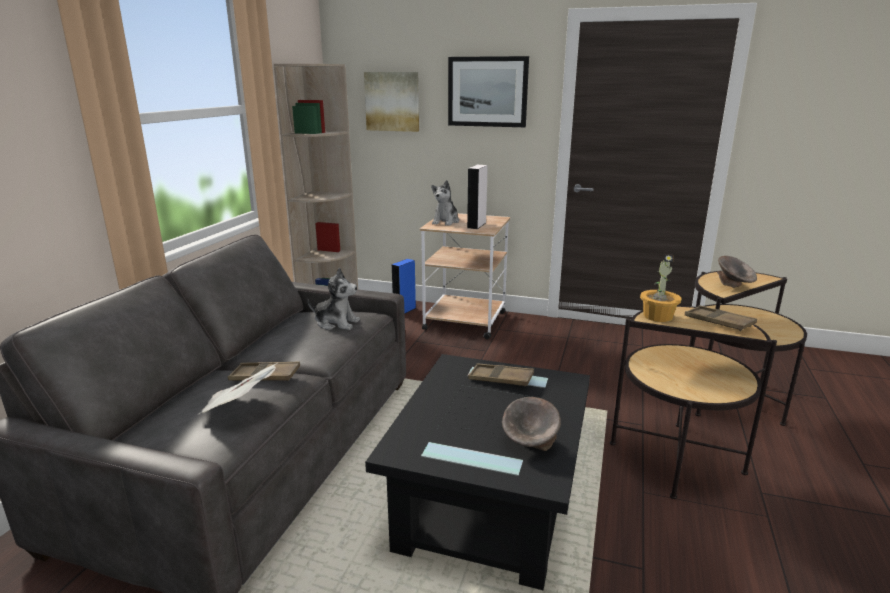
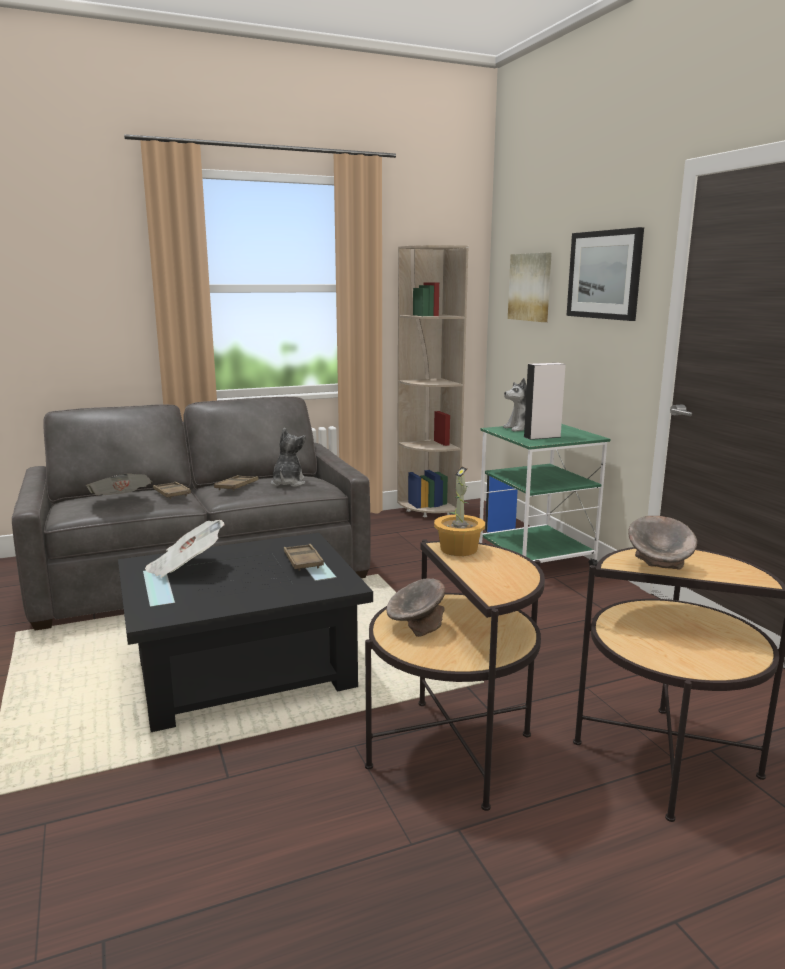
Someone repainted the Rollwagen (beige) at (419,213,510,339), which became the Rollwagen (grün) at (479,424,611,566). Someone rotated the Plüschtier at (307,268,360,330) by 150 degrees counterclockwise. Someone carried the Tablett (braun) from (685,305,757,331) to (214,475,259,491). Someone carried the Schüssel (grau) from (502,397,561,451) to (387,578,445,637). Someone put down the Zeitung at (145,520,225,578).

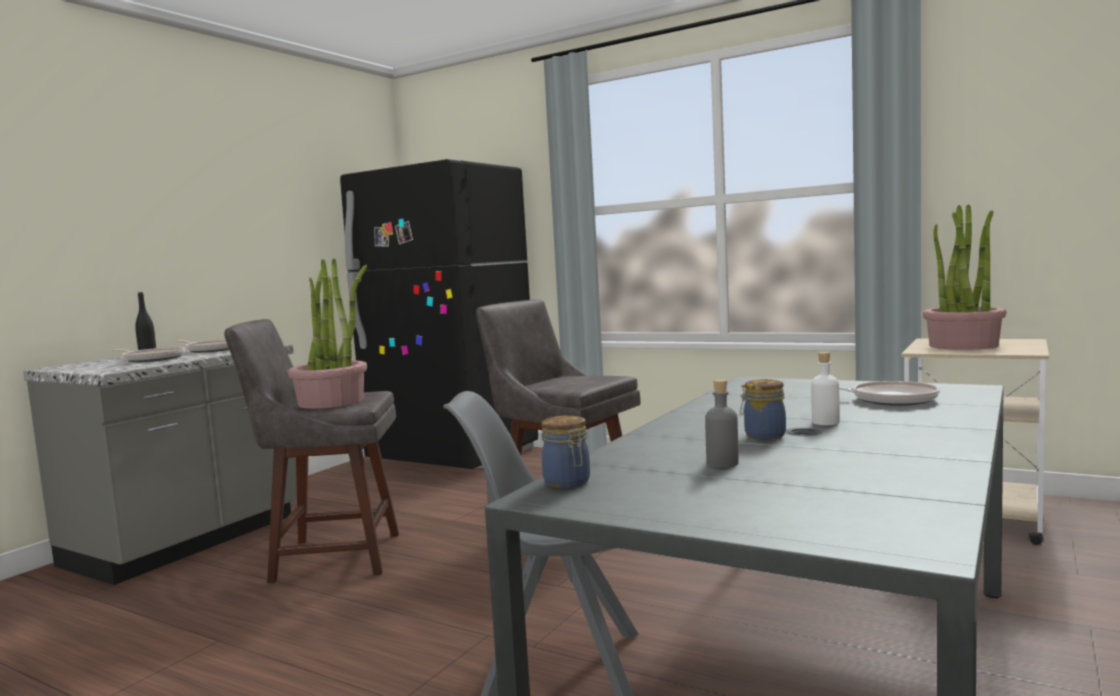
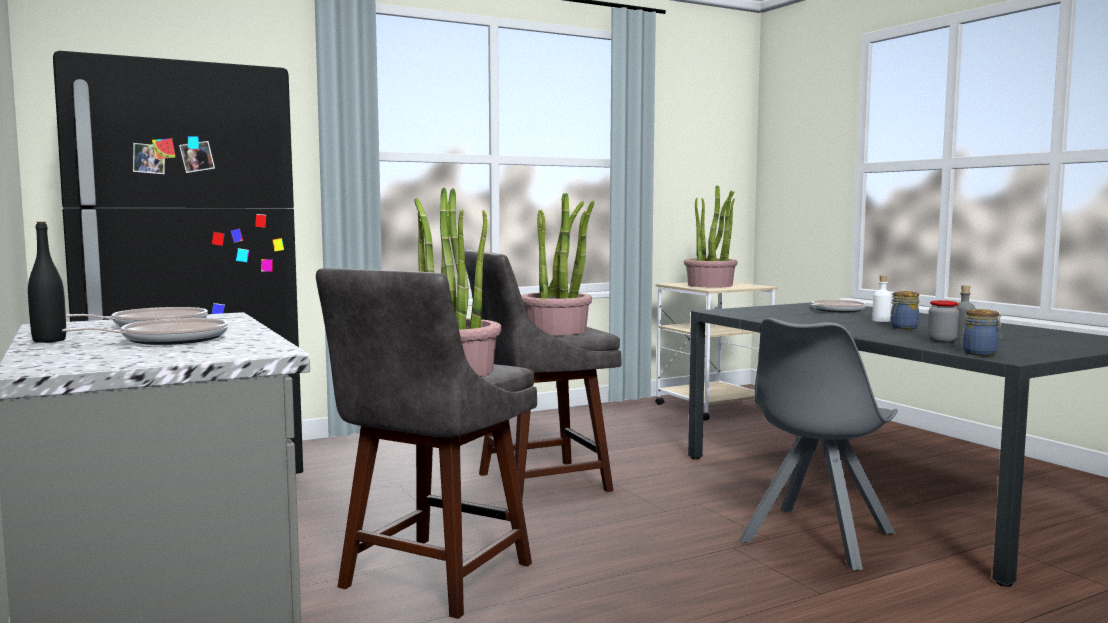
Someone put down the Topfpflanze at (521,193,594,335). Someone put down the Vorratsglas at (928,300,959,343).

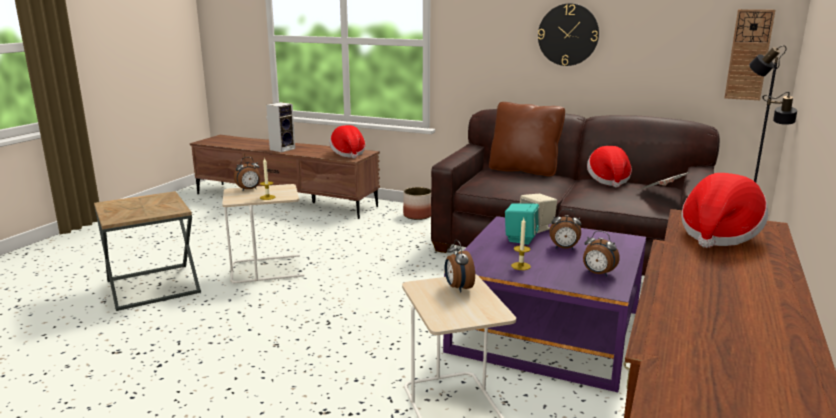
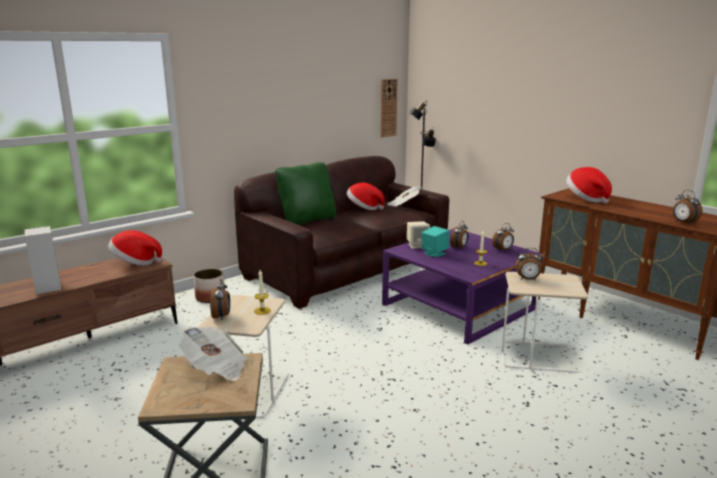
Someone took away the Wanduhr at (538,3,599,66). Someone repainted the Kissen (braun) at (489,102,565,176), which became the Kissen (grün) at (275,162,336,225). Someone put down the Wecker at (673,190,703,225). Someone put down the Zeitung at (179,327,248,381).

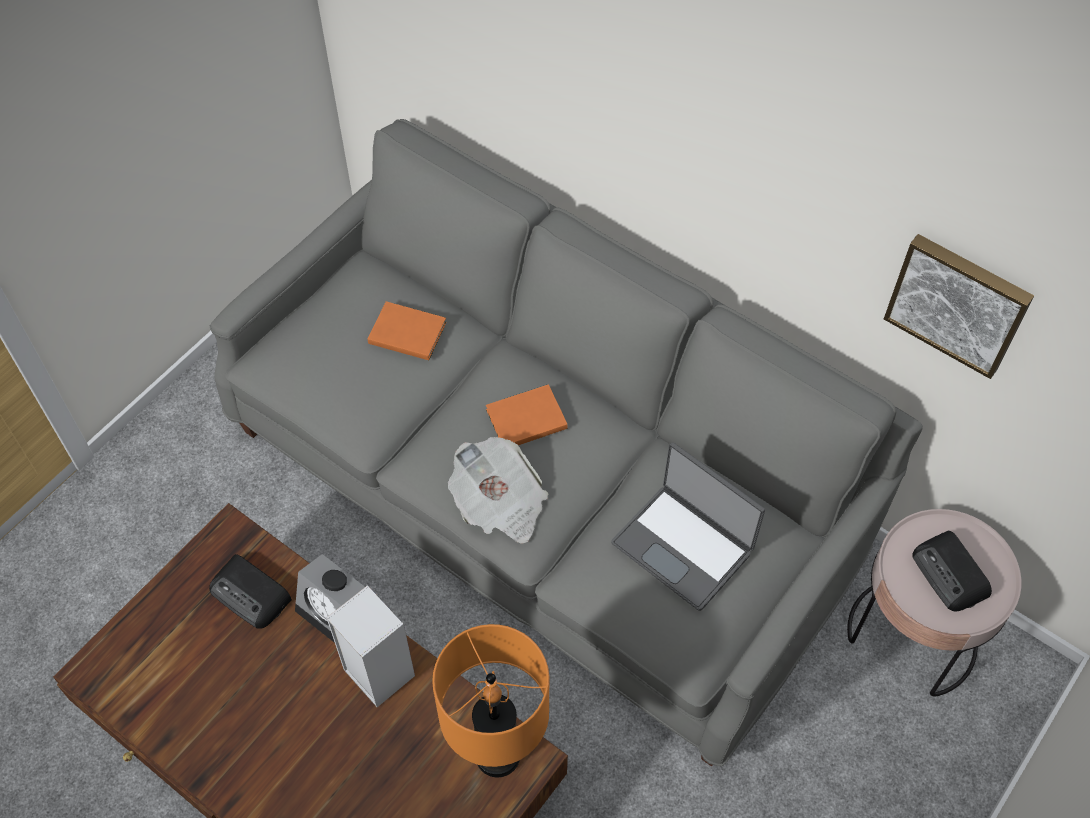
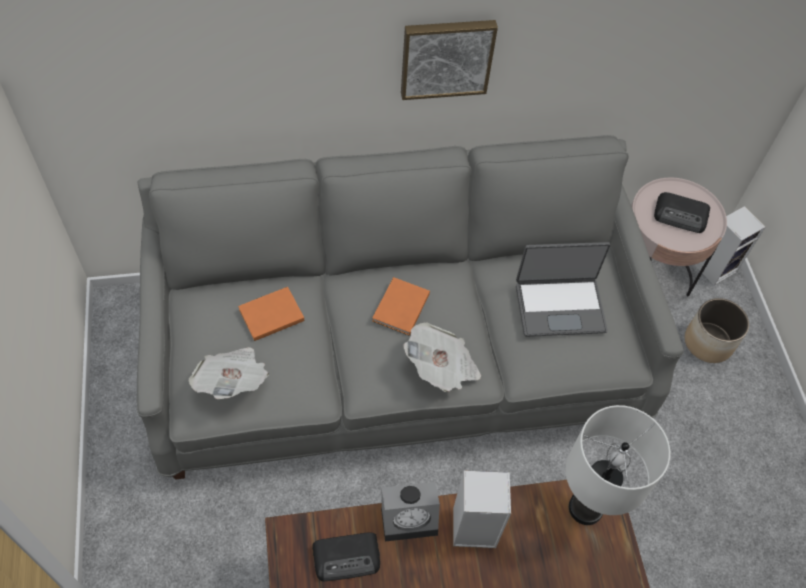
Someone carried the Bild from (884,234,1034,379) to (401,20,498,100). Someone repainted the Tischlampe (orange) at (432,624,549,777), which became the Tischlampe (weiß) at (566,405,670,525). Someone put down the Lautsprecher at (695,206,766,285). Someone put down the Pflanzkübel at (685,298,749,363). Someone put down the Zeitung at (189,347,269,399).

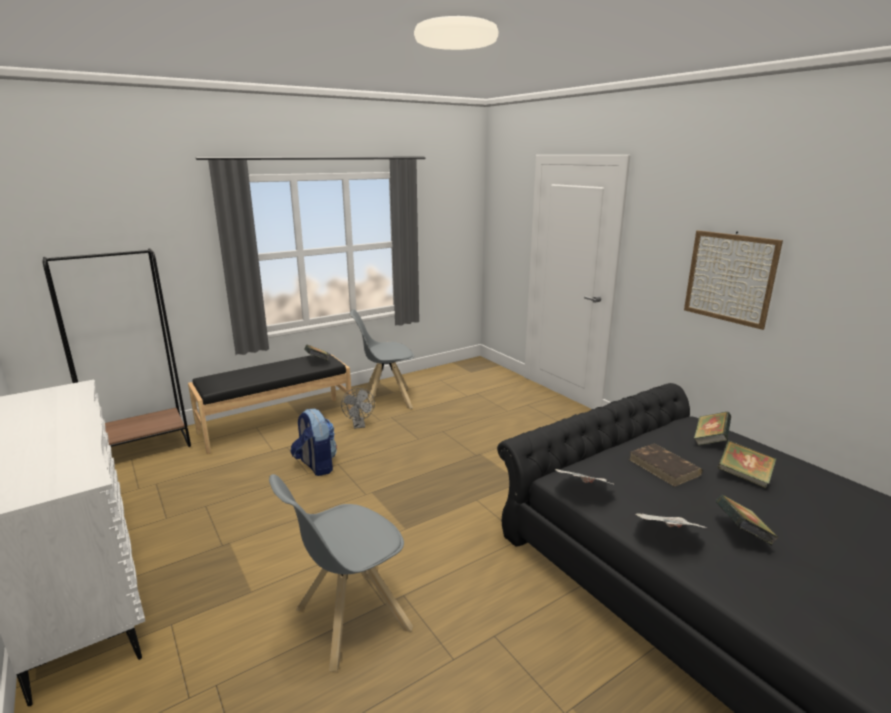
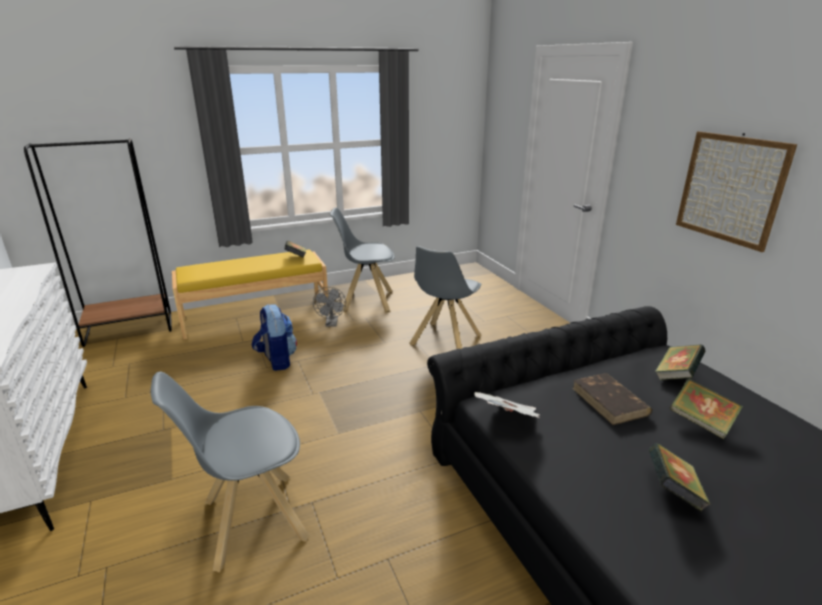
Someone repainted the Bank (schwarz) at (188,352,352,454), which became the Bank (gelb) at (172,249,328,340). Someone took away the Zeitung at (636,513,707,528). Someone put down the Stuhl (grau) at (409,246,482,349).

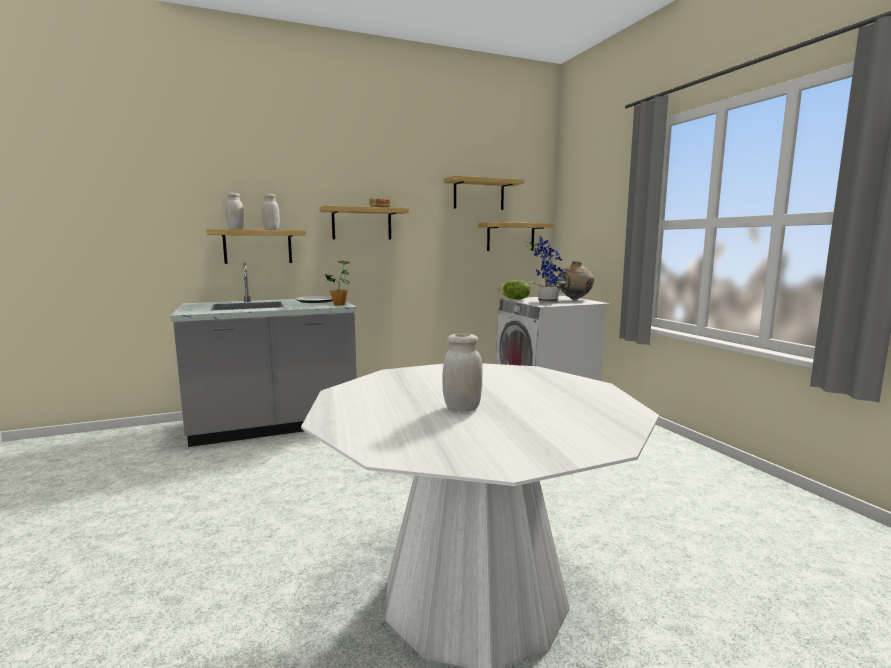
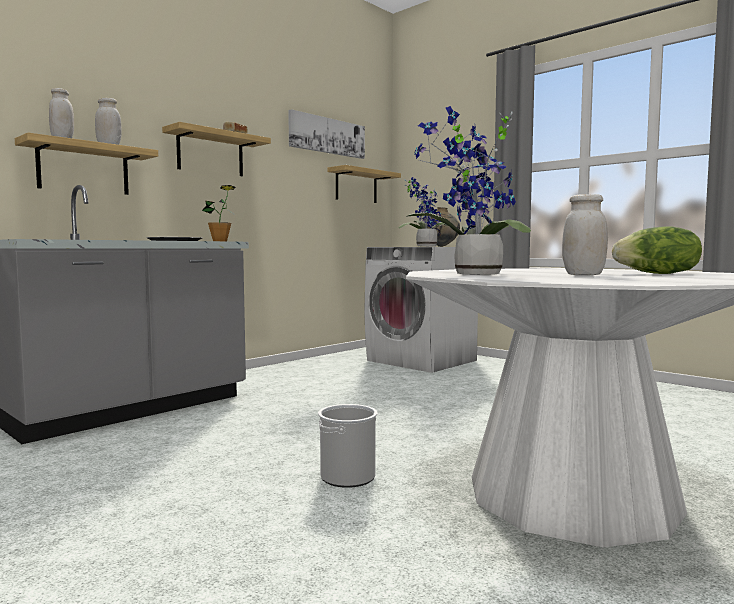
Someone swapped the Wandregal at (444,176,525,210) for the Bild at (288,109,365,159). Someone carried the Salatkopf from (499,280,530,299) to (612,226,702,274). Someone put down the Topfpflanze at (406,106,531,275). Someone put down the Eimer at (318,404,377,488).

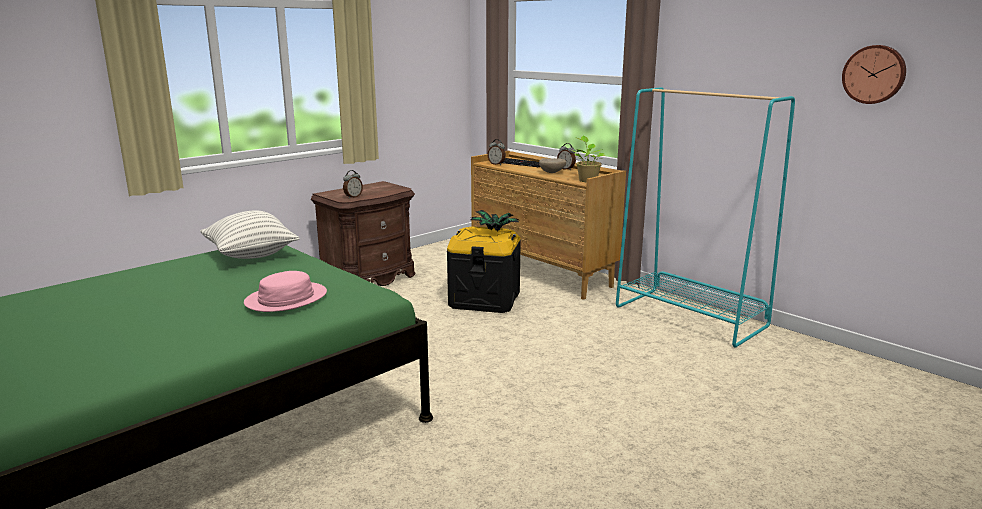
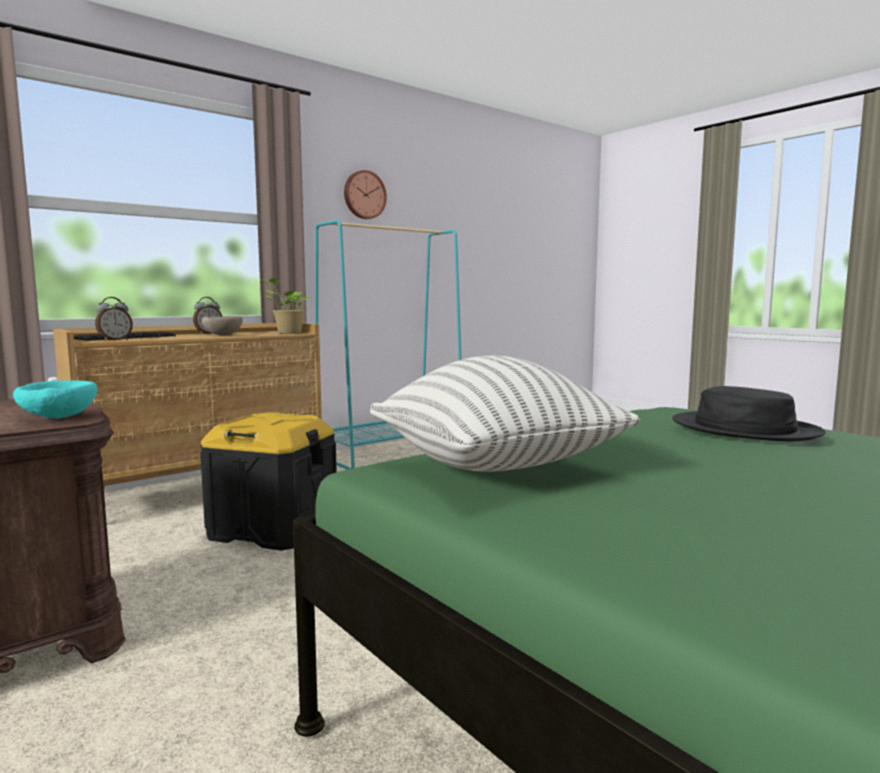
Someone carried the Wanduhr from (842,45,906,104) to (344,170,387,219). Someone swapped the Wecker at (343,170,363,199) for the Schüssel (türkis) at (13,380,98,419). Someone took away the Topfpflanze at (470,210,519,231). Someone repainted the Hut (rosa) at (244,271,327,312), which became the Hut (schwarz) at (672,386,826,441).

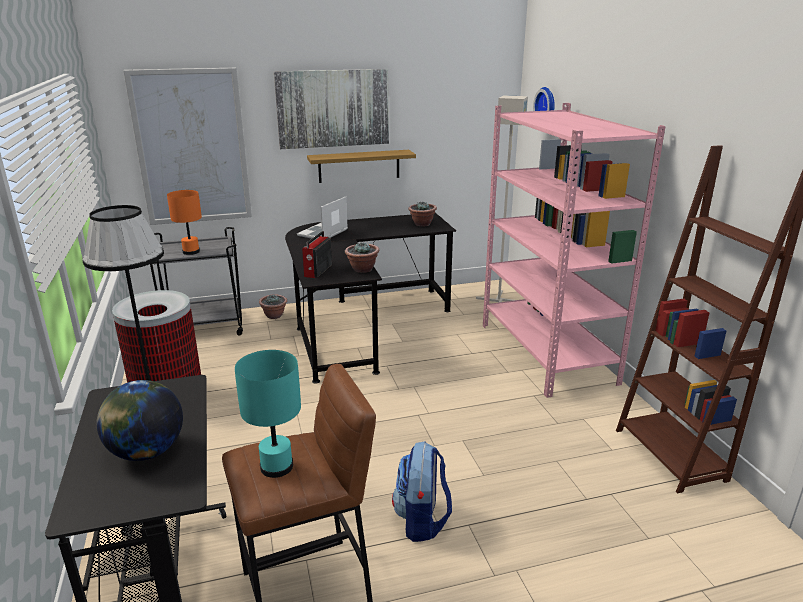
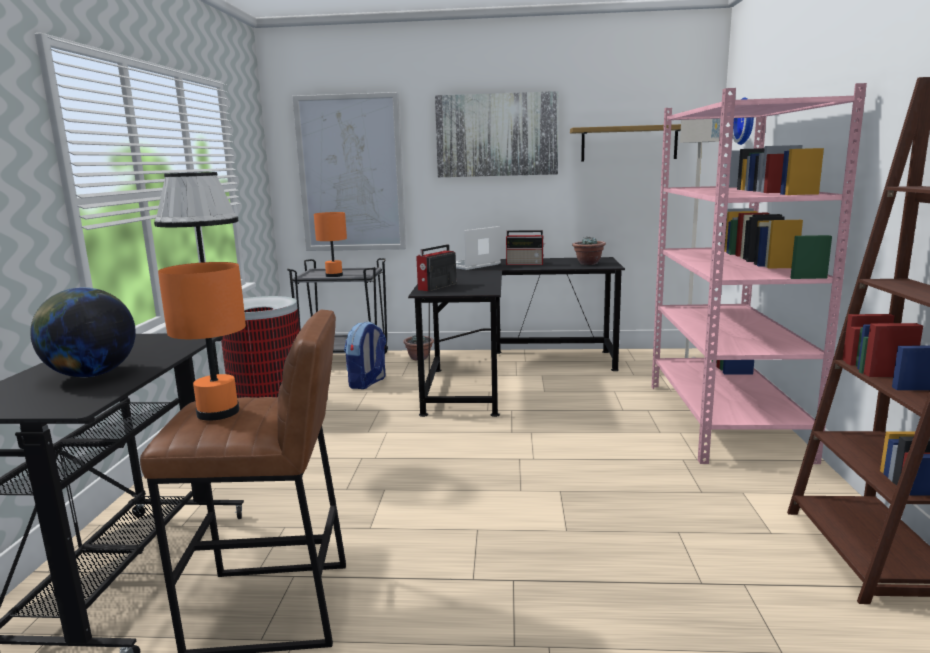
Someone carried the Wandregal from (307,150,416,183) to (570,124,681,162). Someone took away the Topfpflanze at (345,243,379,273). Someone repainted the Tischlampe (türkis) at (235,350,301,478), which became the Tischlampe (orange) at (158,262,246,421). Someone carried the Rucksack from (392,441,452,542) to (344,321,386,389). Someone put down the Radio at (506,230,545,265).

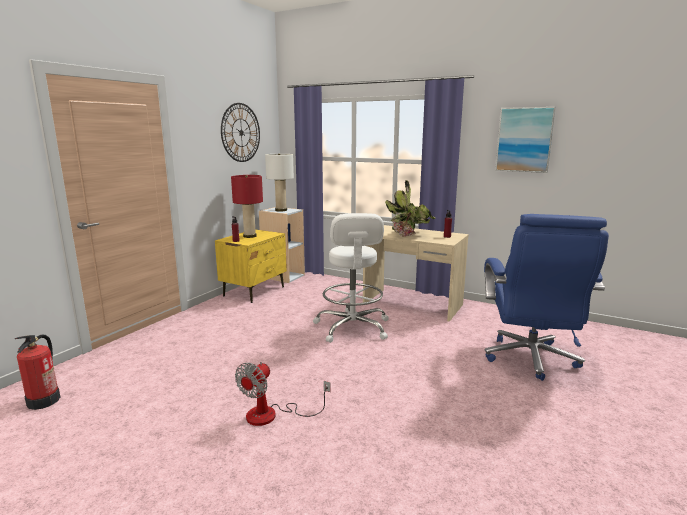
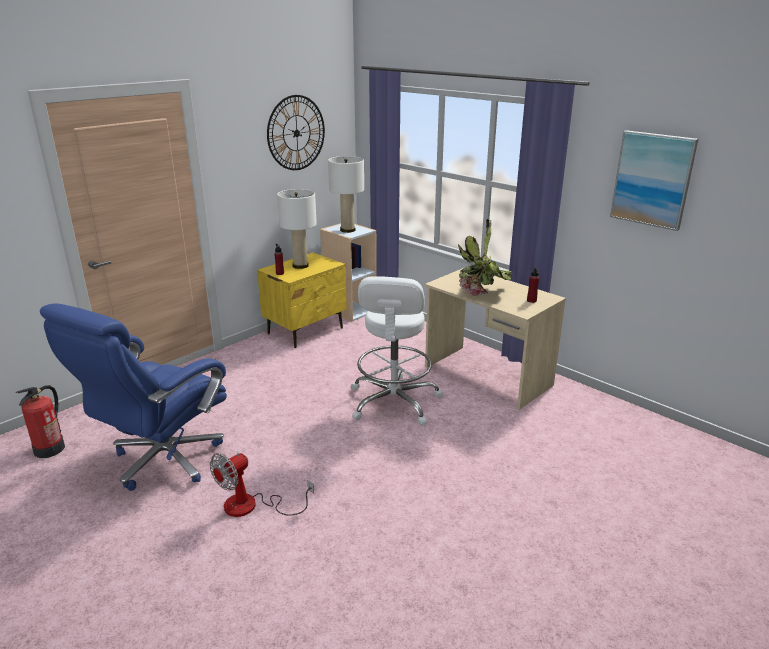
Someone repainted the Tischlampe (rot) at (231,175,263,238), which became the Tischlampe (weiß) at (277,189,317,269). Someone carried the Bürostuhl (blau) from (484,214,609,381) to (40,303,227,491).

